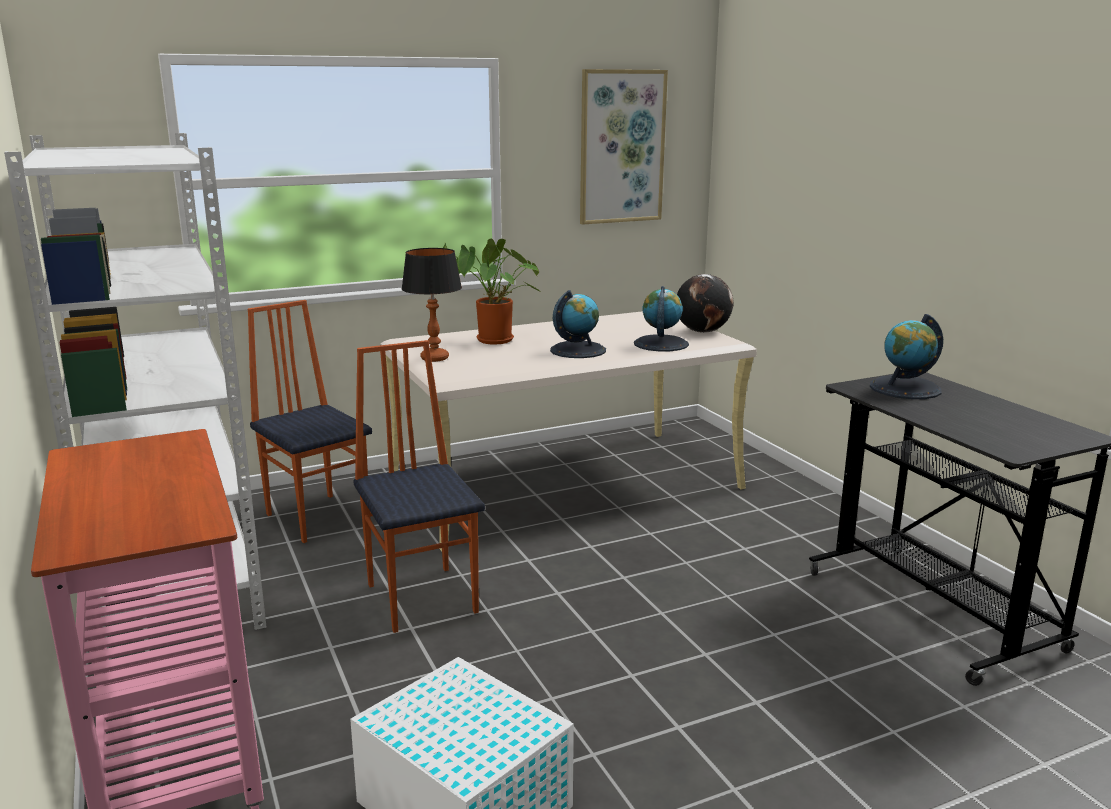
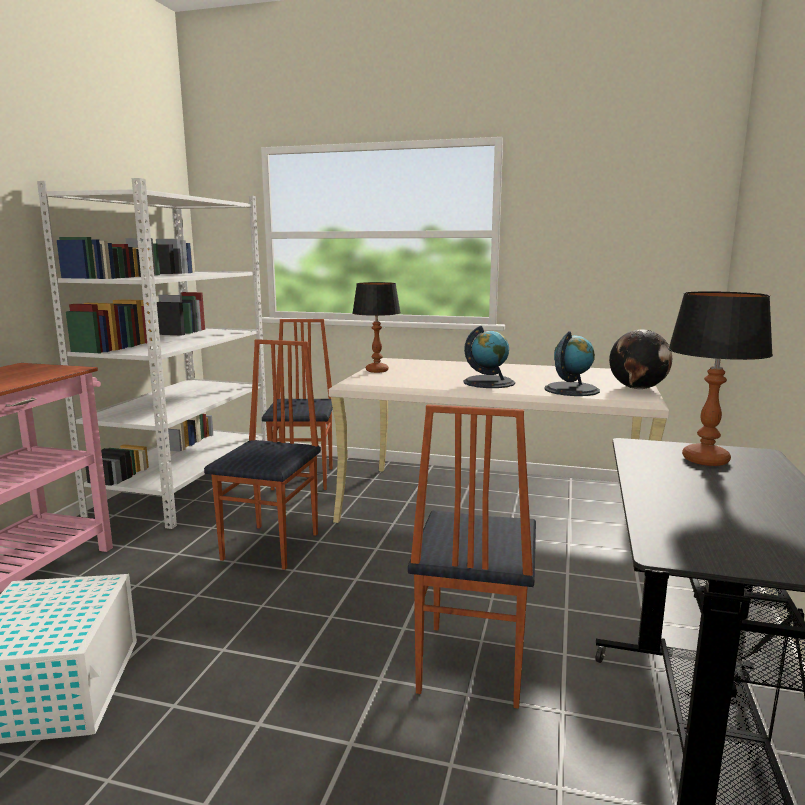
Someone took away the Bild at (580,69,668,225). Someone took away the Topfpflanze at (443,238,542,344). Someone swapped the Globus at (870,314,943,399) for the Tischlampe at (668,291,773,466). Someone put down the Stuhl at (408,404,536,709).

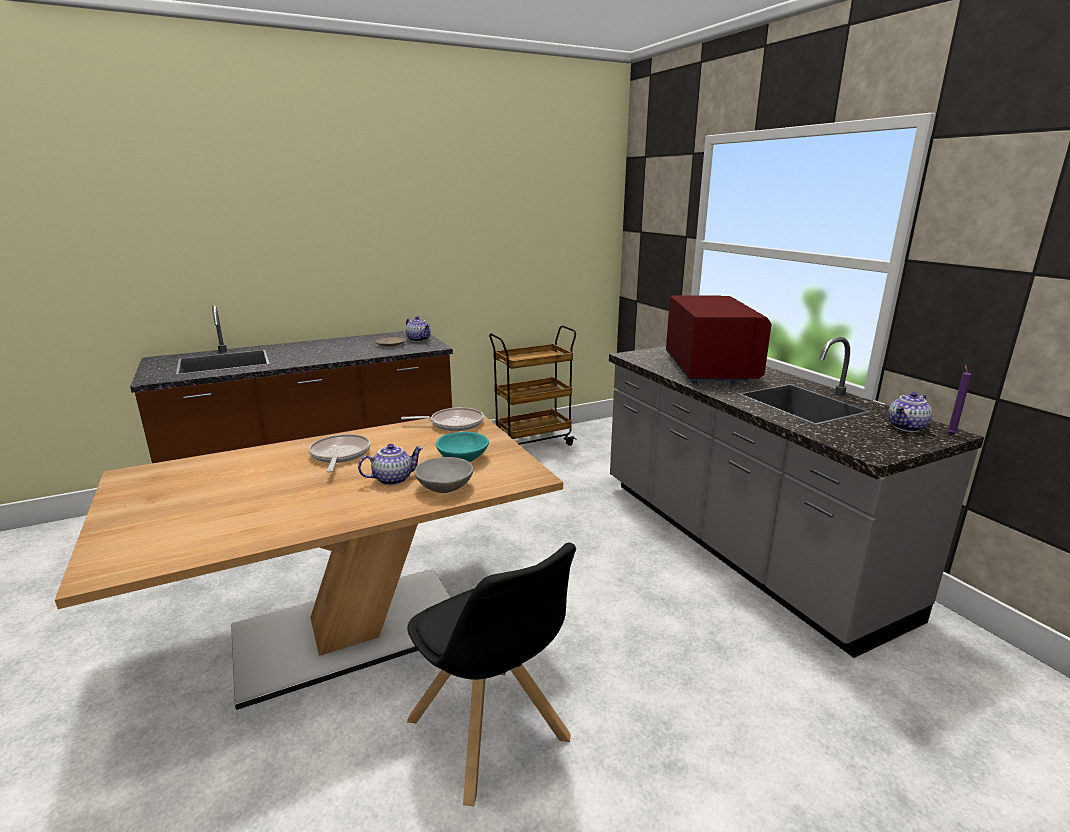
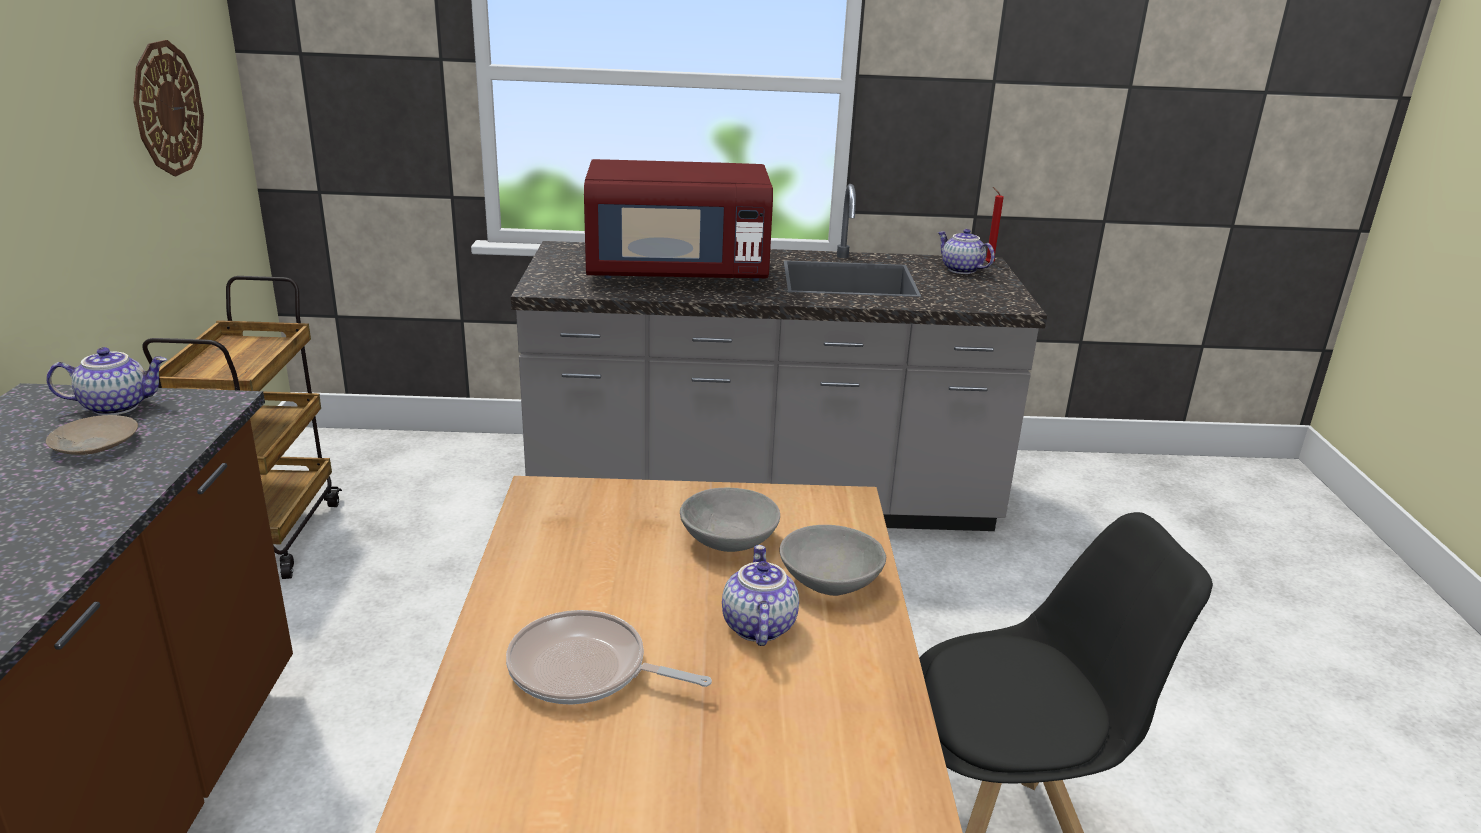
Someone rotated the Mikrowelle (rot) at (666,296,772,384) by 150 degrees clockwise. Someone repainted the Kerze (lila) at (947,364,972,435), which became the Kerze (rot) at (985,187,1004,263). Someone rotated the Teekanne at (888,392,932,432) by 150 degrees clockwise. Someone took away the Pfanne at (401,407,484,431). Someone repainted the Schüssel (türkis) at (436,432,489,462), which became the Schüssel (grau) at (680,488,780,552). Someone put up the Wanduhr at (133,40,204,176).

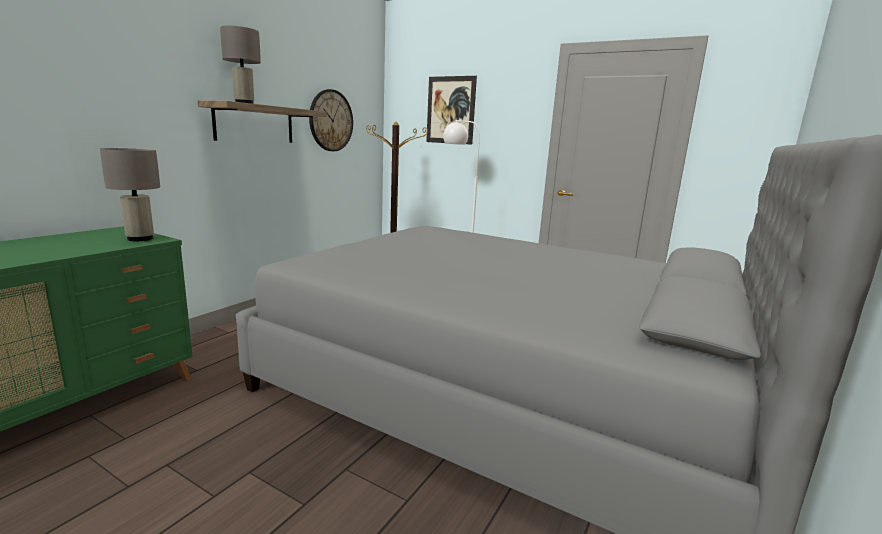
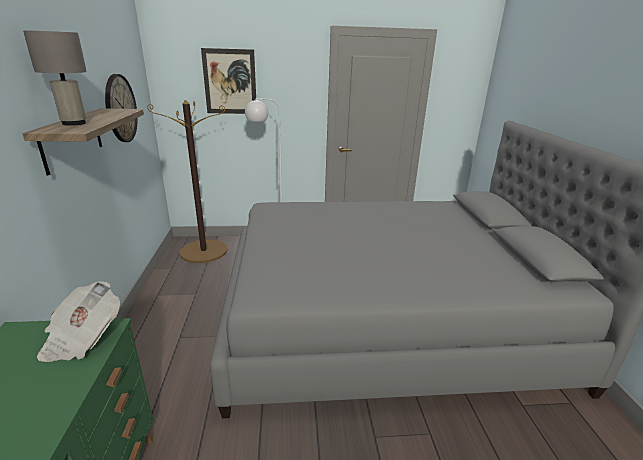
Someone swapped the Tischlampe (grau) at (100,148,160,241) for the Zeitung at (37,281,120,362).

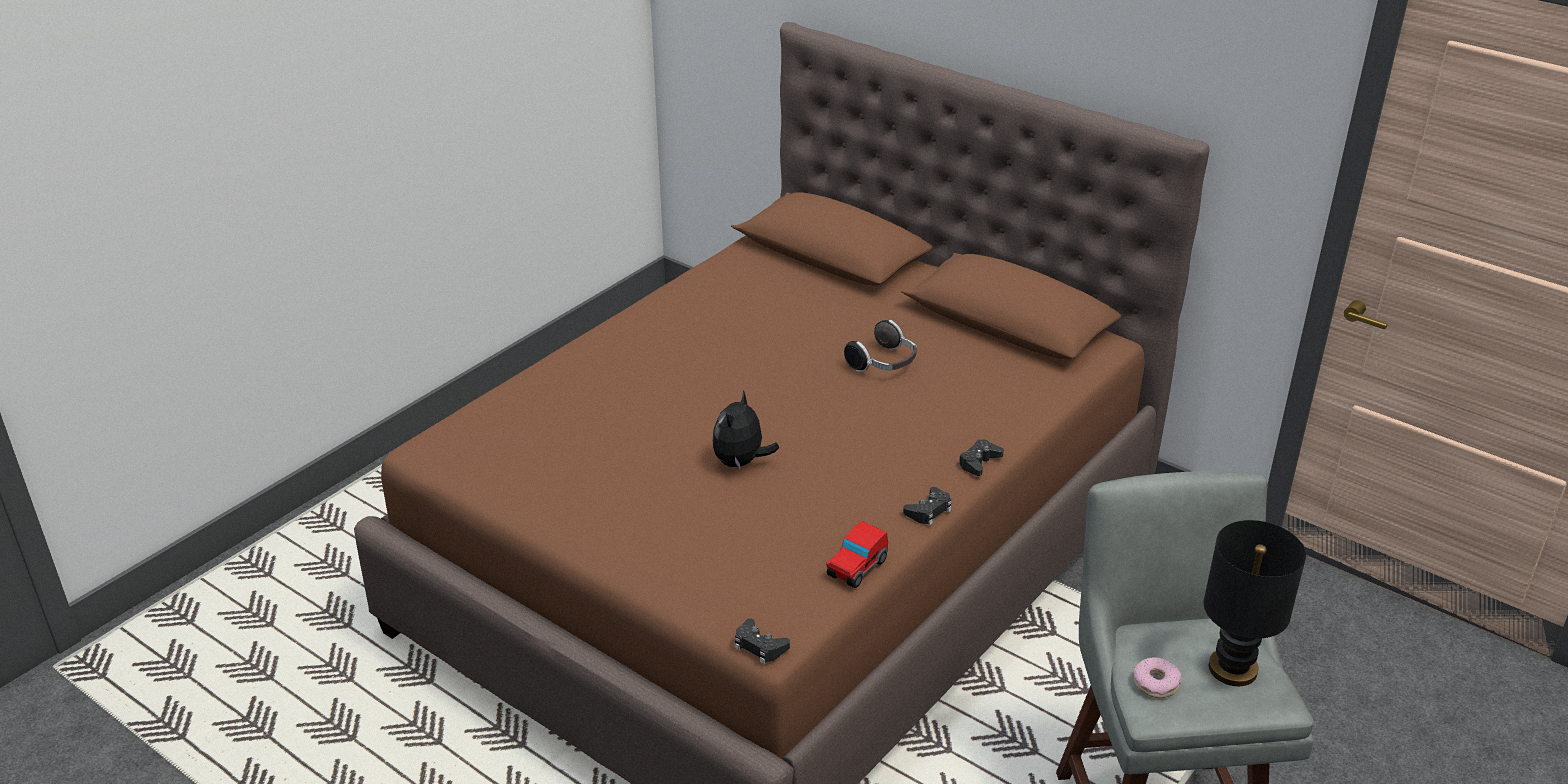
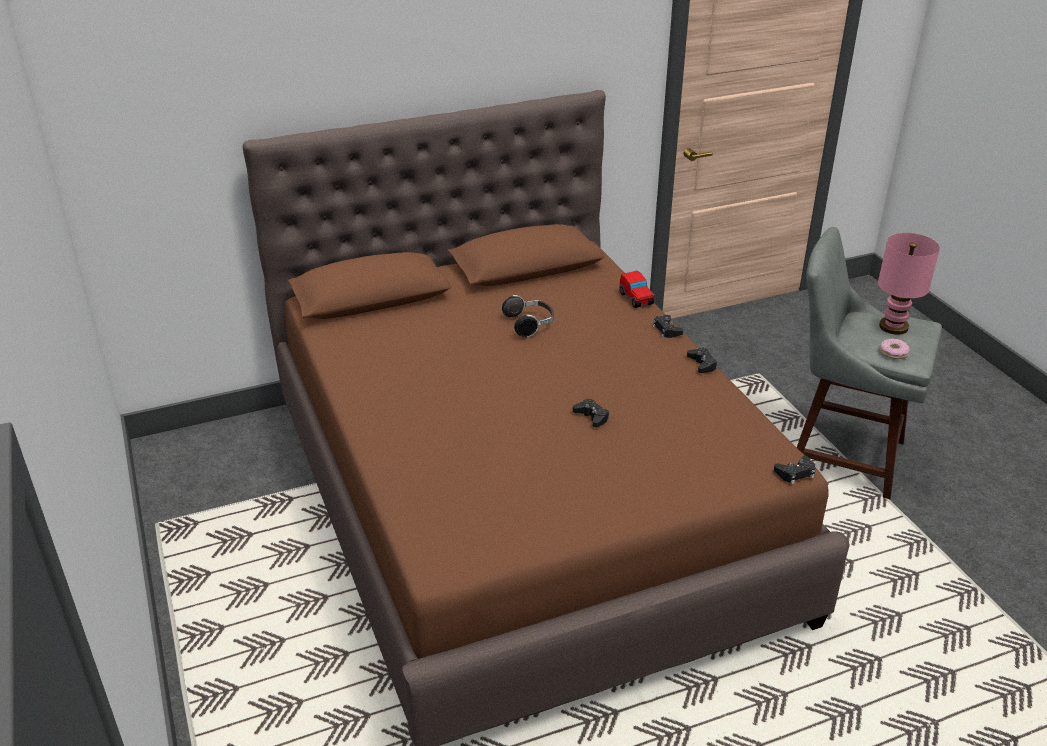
Someone swapped the Plüschtier at (712,390,779,470) for the Gamepad (schwarz) at (573,399,609,427). Someone repainted the Tischlampe (schwarz) at (1204,520,1306,686), which became the Tischlampe (rosa) at (878,233,940,335). Someone carried the Spielzeugauto from (826,521,888,588) to (619,271,655,308).

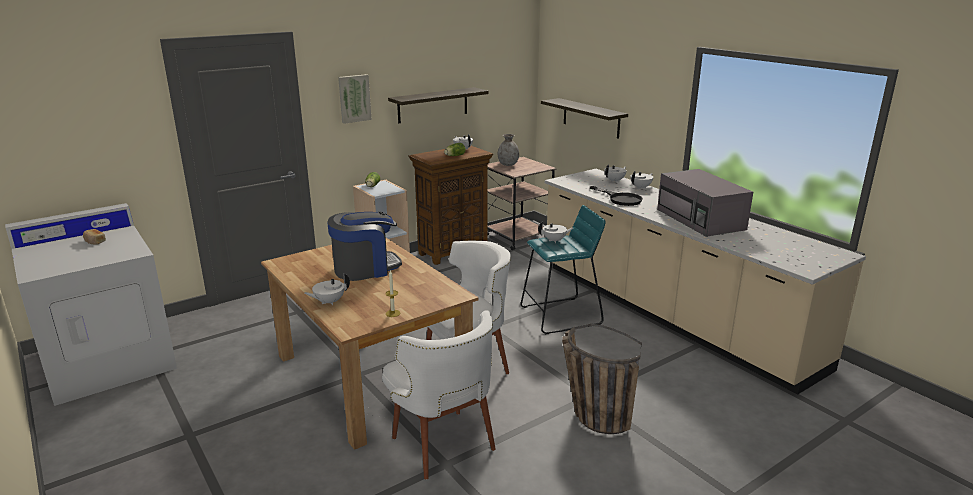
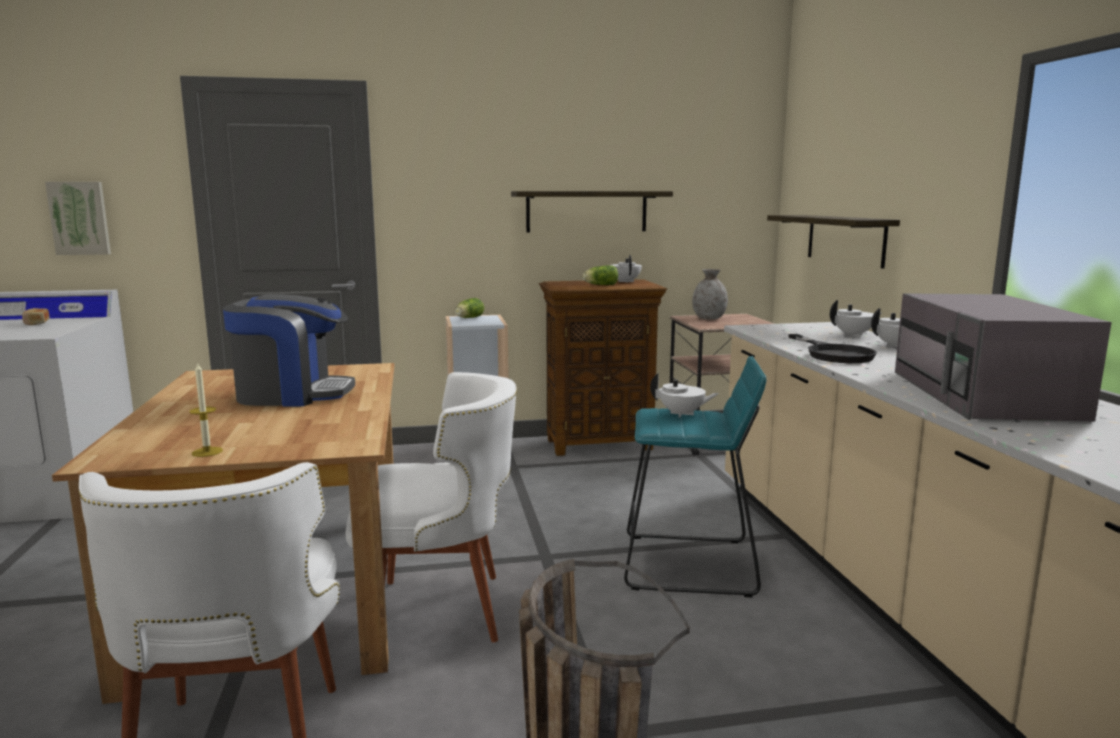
Someone carried the Bild from (338,74,372,124) to (45,182,111,255). Someone took away the Teekanne (weiß) at (304,273,350,305).

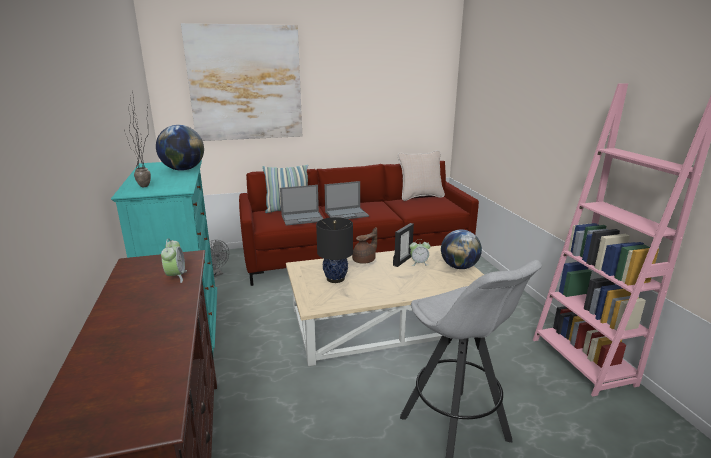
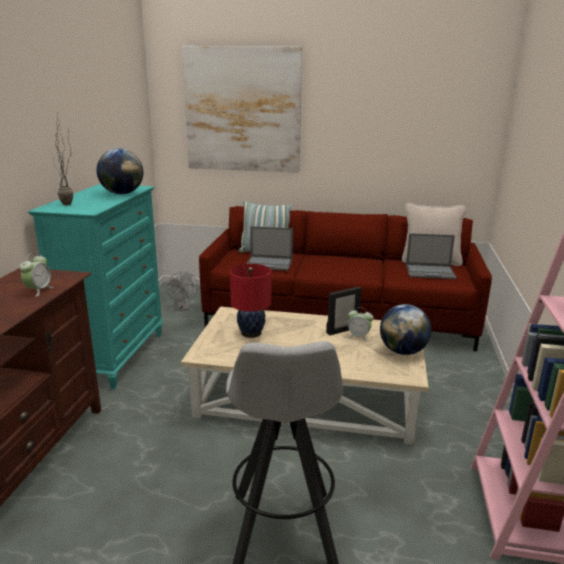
Someone carried the Laptop from (324,181,369,219) to (406,233,457,279). Someone repainted the Tischlampe (schwarz) at (316,217,353,283), which became the Tischlampe (rot) at (230,264,271,338). Someone took away the Teekanne (braun) at (352,227,377,264).

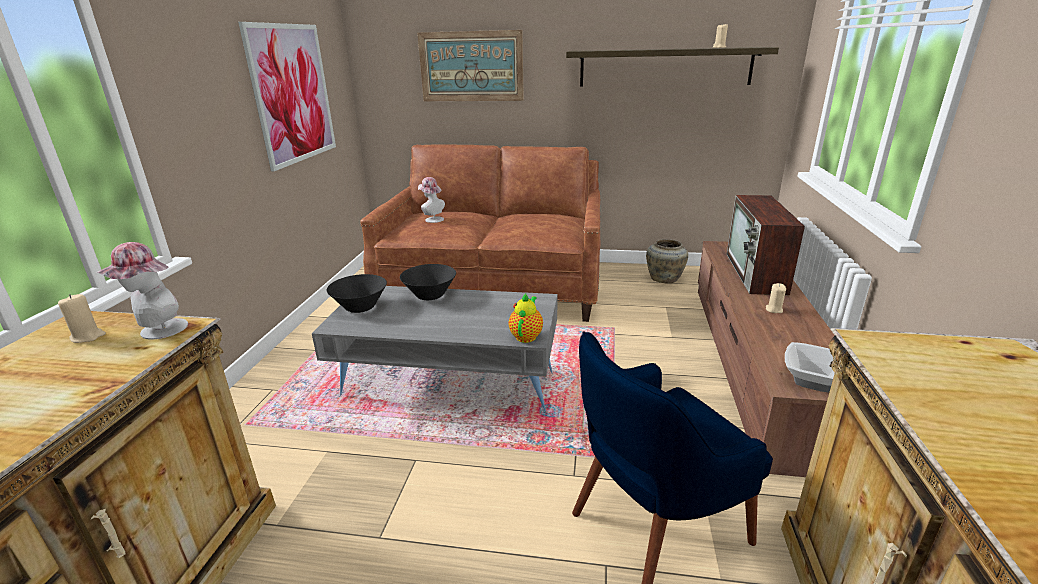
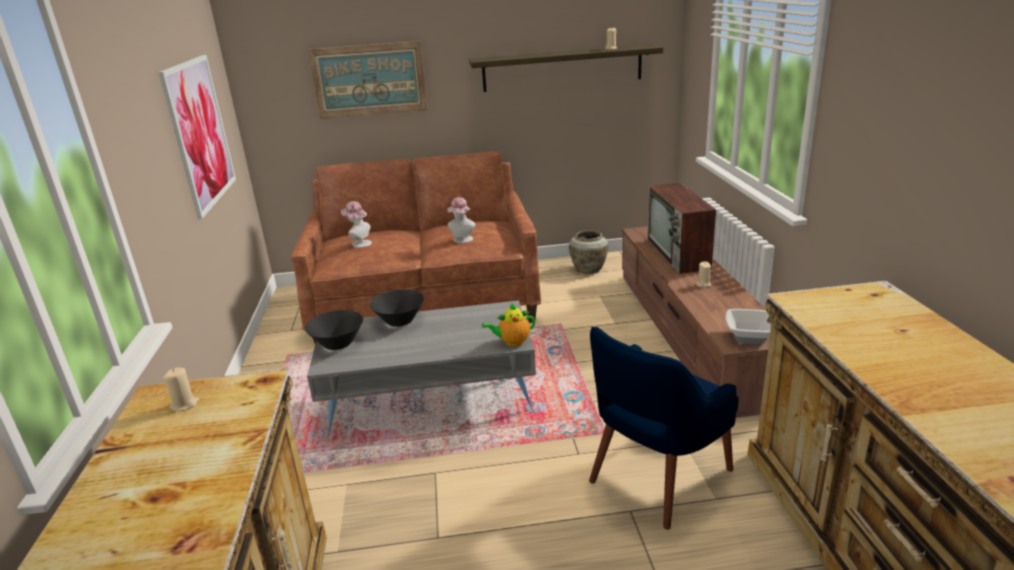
Someone carried the Hut from (96,242,188,339) to (447,197,476,243). Someone rotated the Teekanne at (509,293,543,343) by 105 degrees counterclockwise.

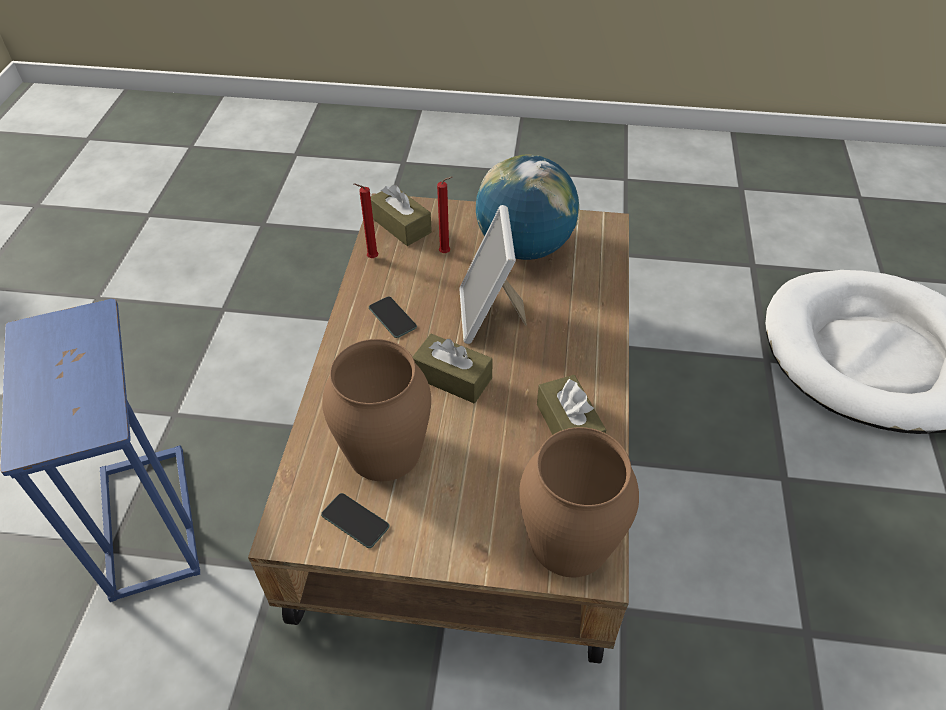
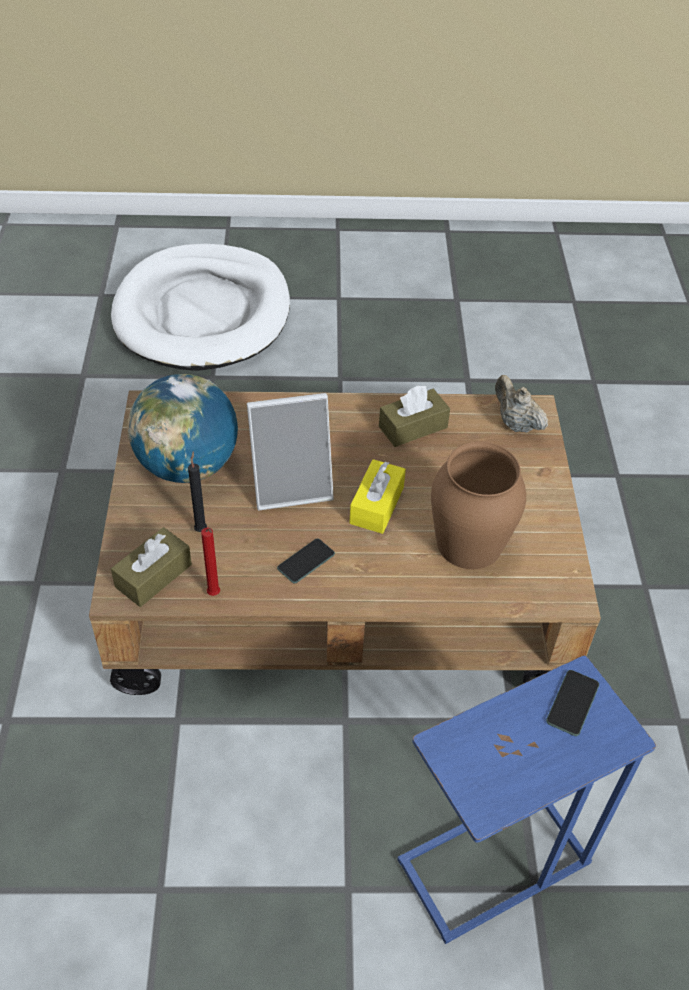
Someone repainted the Kerze (rot) at (437,177,452,253), which became the Kerze (schwarz) at (188,451,207,532). Someone repainted the Taschentuchbox (braun) at (413,334,493,403), which became the Taschentuchbox (gelb) at (349,459,406,534). Someone swapped the Vase (braun) at (519,427,639,577) for the Teekanne (beige) at (495,375,548,433). Someone carried the Handy from (321,493,389,548) to (546,670,599,736).

